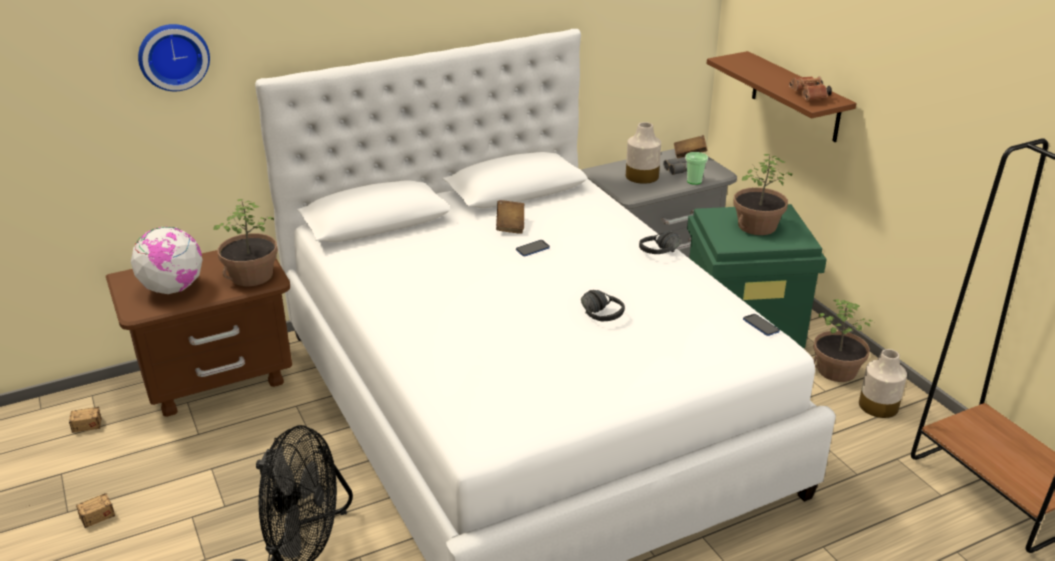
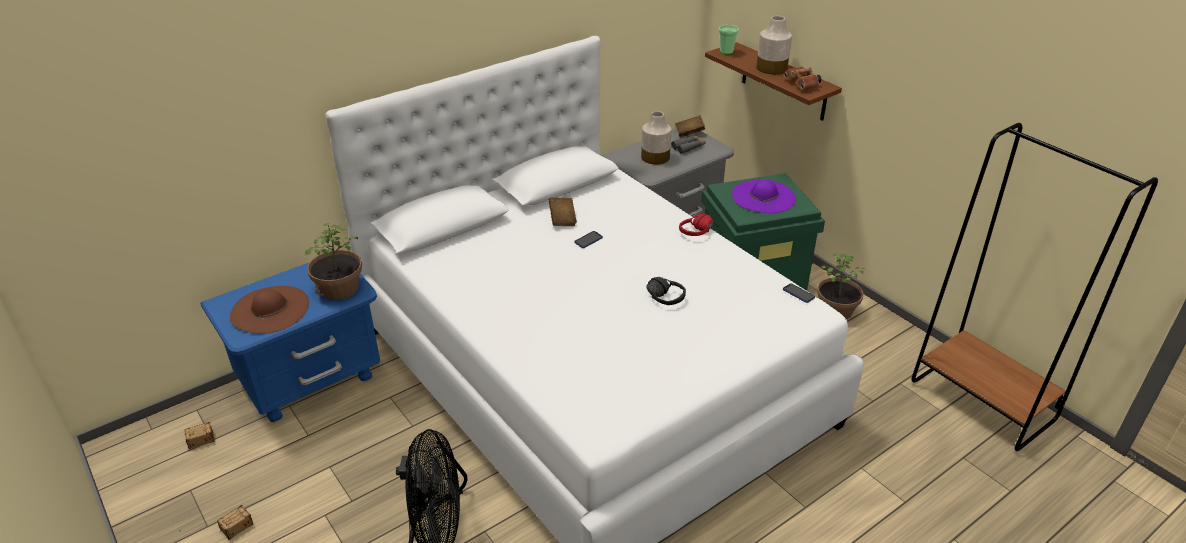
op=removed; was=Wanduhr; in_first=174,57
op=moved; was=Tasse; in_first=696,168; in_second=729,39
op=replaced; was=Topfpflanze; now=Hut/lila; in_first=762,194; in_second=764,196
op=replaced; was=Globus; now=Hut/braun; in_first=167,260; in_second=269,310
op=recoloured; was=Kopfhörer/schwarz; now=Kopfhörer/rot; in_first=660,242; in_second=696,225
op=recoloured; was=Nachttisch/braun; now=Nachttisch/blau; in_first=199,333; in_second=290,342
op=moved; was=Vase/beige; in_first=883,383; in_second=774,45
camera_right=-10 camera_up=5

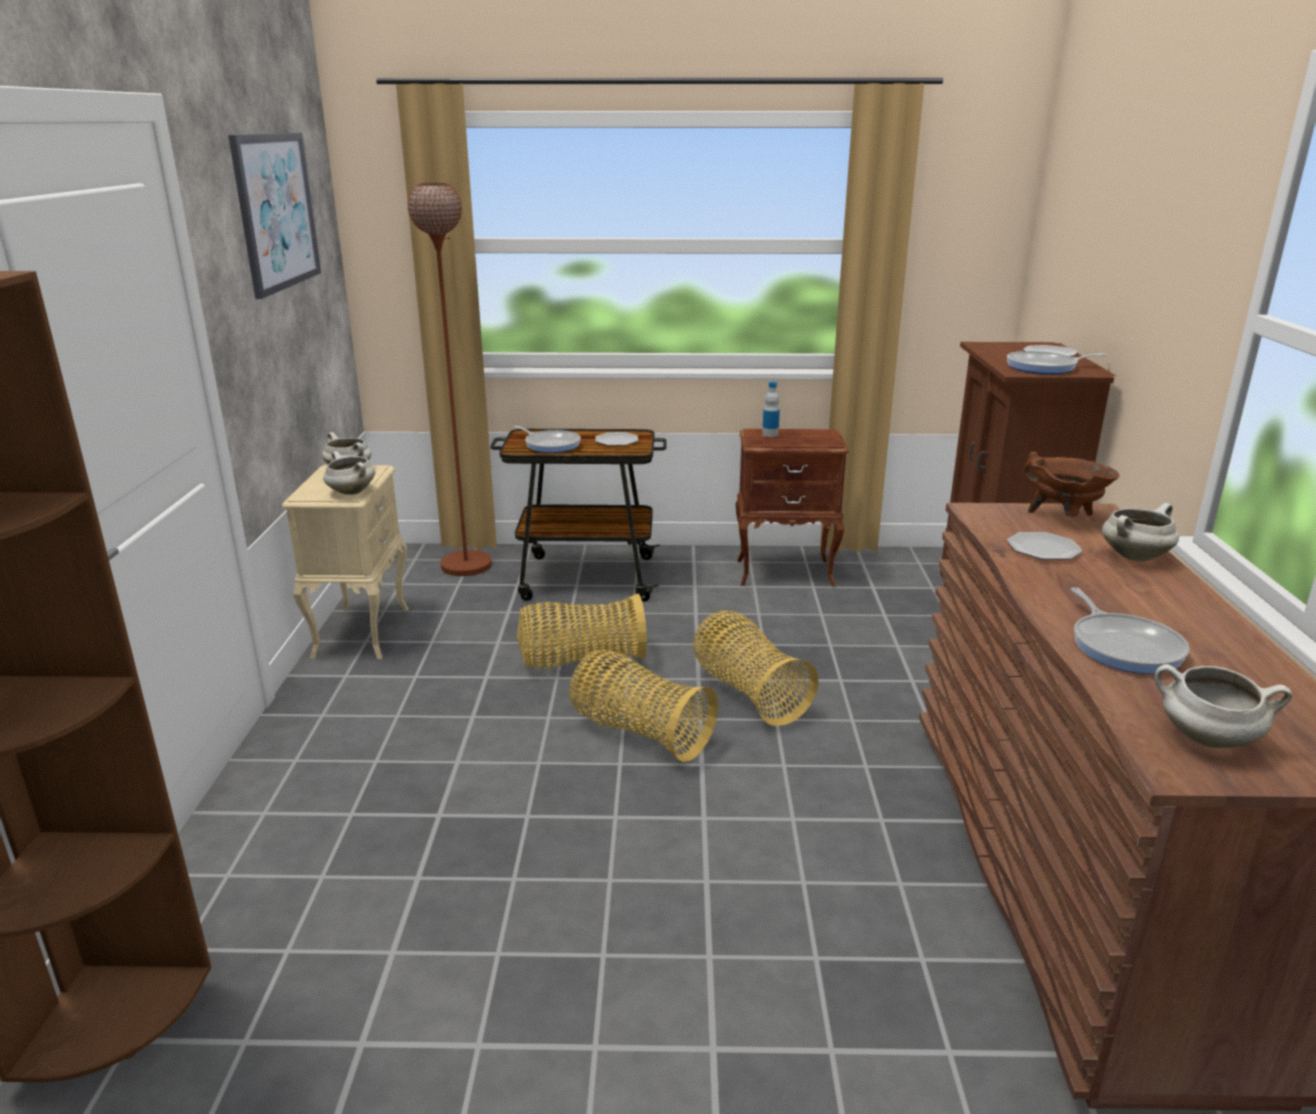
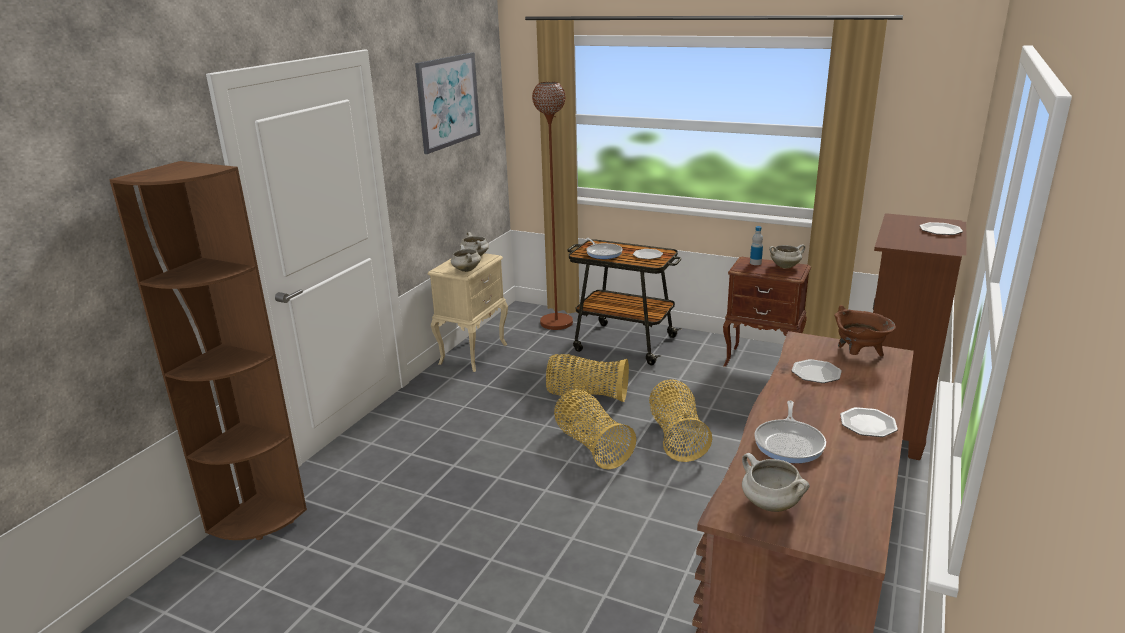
op=removed; was=Pfanne; in_first=1057,362
op=moved; was=Kochtopf/weiß; in_first=1140,532; in_second=787,256
op=added; now=Teller; in_second=869,422
camera_right=25 camera_up=0

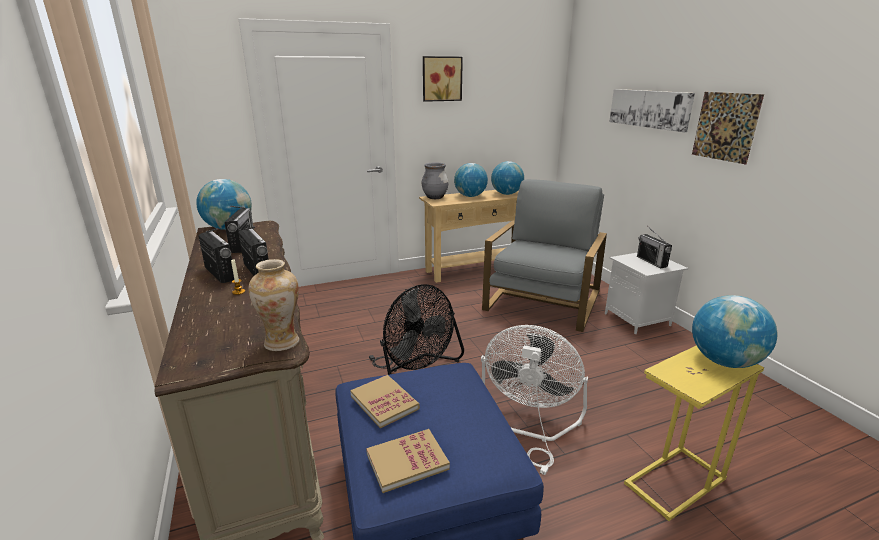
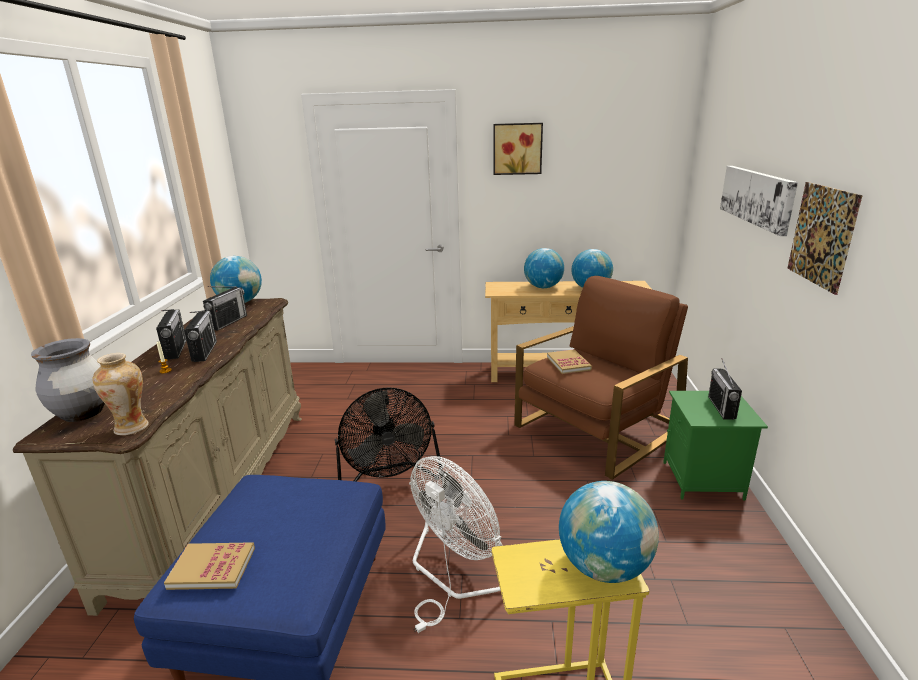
op=moved; was=Vase/grau; in_first=435,180; in_second=68,380
op=recoloured; was=Sessel/grau; now=Sessel/braun; in_first=544,255; in_second=601,378
op=recoloured; was=Nachttisch/grau; now=Nachttisch/grün; in_first=646,293; in_second=715,446
op=moved; was=Buch; in_first=385,401; in_second=569,361
camera_right=25 camera_up=0

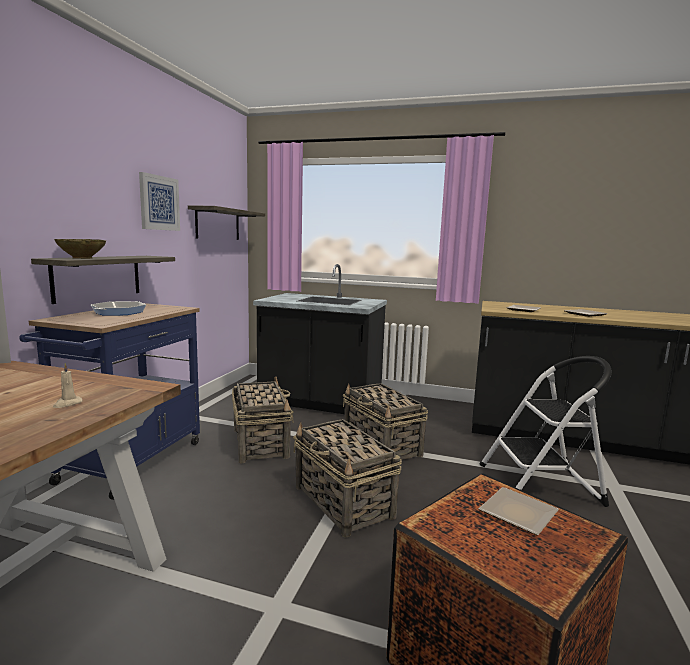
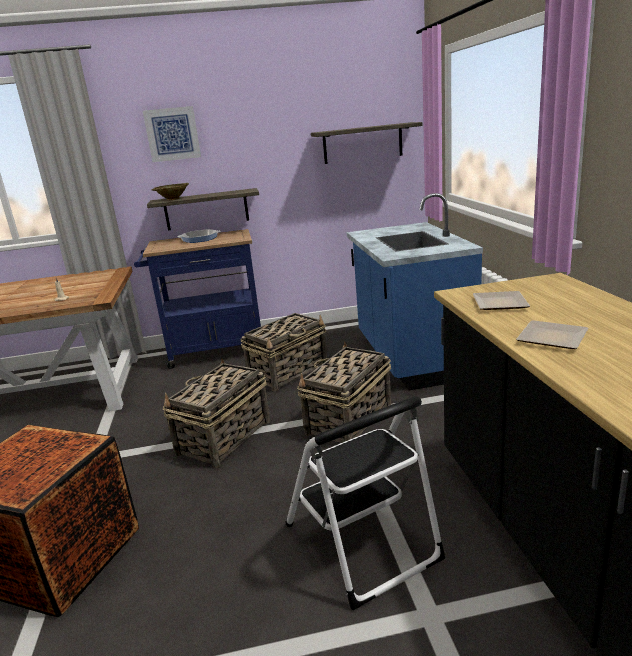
op=moved; was=Bild; in_first=159,201; in_second=172,134
op=recoloured; was=Küchenzeile/schwarz; now=Küchenzeile/blau; in_first=320,339; in_second=415,292
op=removed; was=Teller; in_first=518,511
camera_right=65 camera_up=10

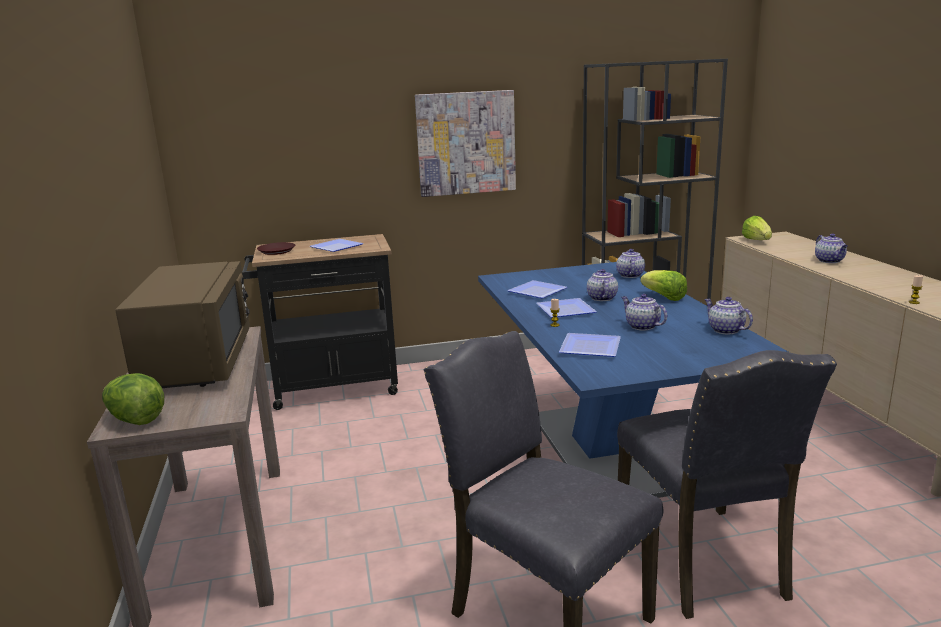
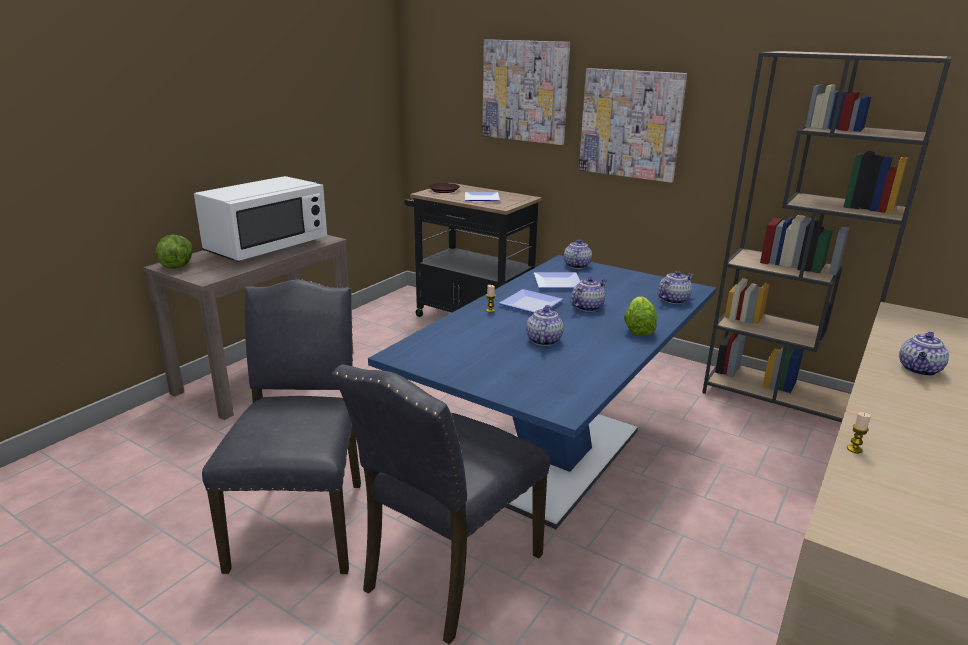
op=removed; was=Salatkopf; in_first=757,228
op=recoloured; was=Mikrowelle/braun; now=Mikrowelle/weiß; in_first=182,324; in_second=260,219
op=moved; was=Teekanne; in_first=728,315; in_second=578,254
op=removed; was=Teller; in_first=590,345
op=added; now=Bild; in_second=526,92
camera_right=45 camera_up=5

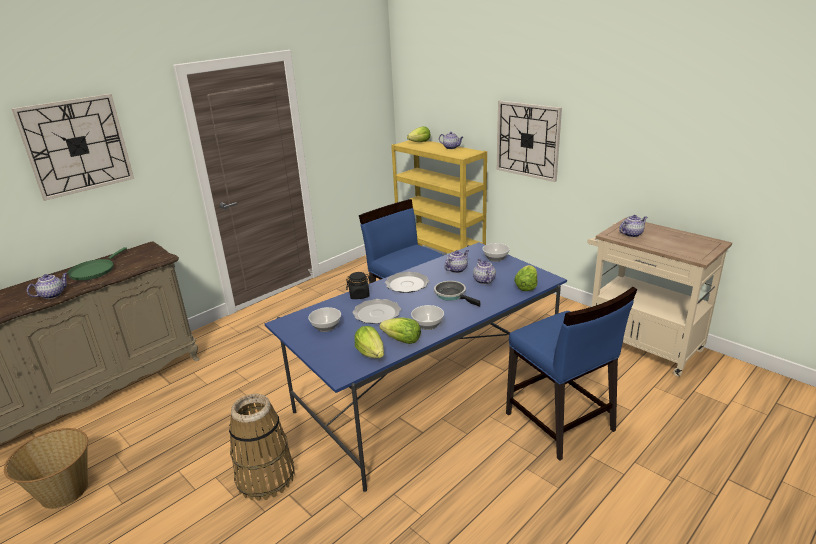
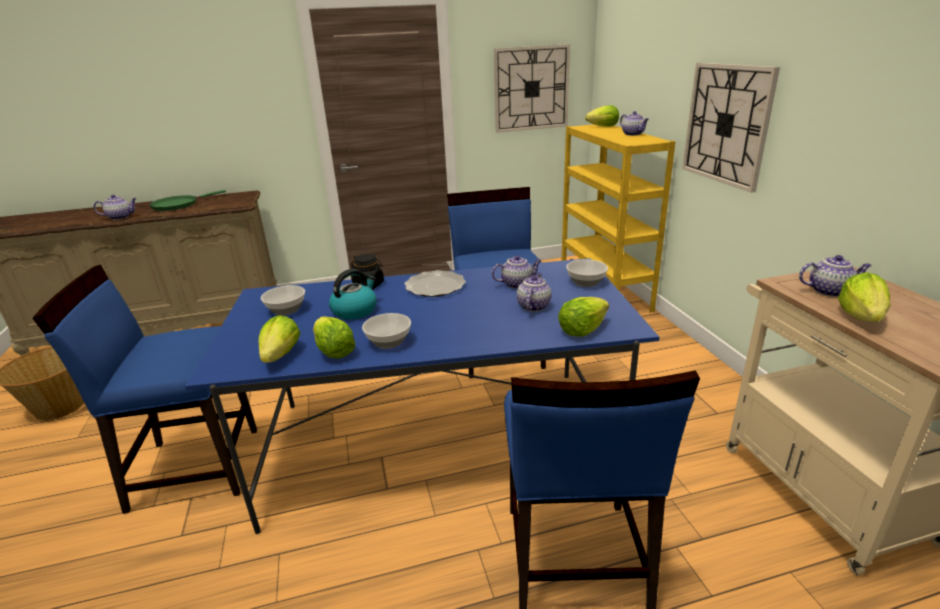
op=moved; was=Wanduhr; in_first=73,147; in_second=532,88
op=removed; was=Pfanne; in_first=457,294
op=replaced; was=Teller; now=Wasserkessel; in_first=376,311; in_second=353,294
op=replaced; was=Korb; now=Stuhl/blau; in_first=262,447; in_second=145,389
op=added; now=Salatkopf; in_second=864,297
camera_right=30 camera_up=0

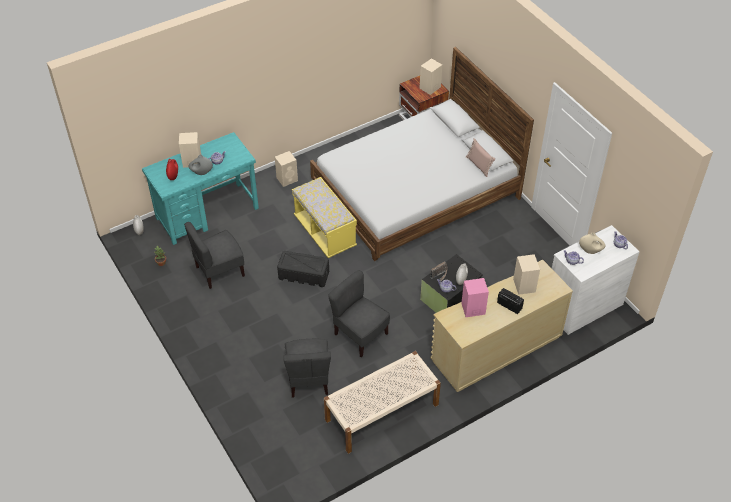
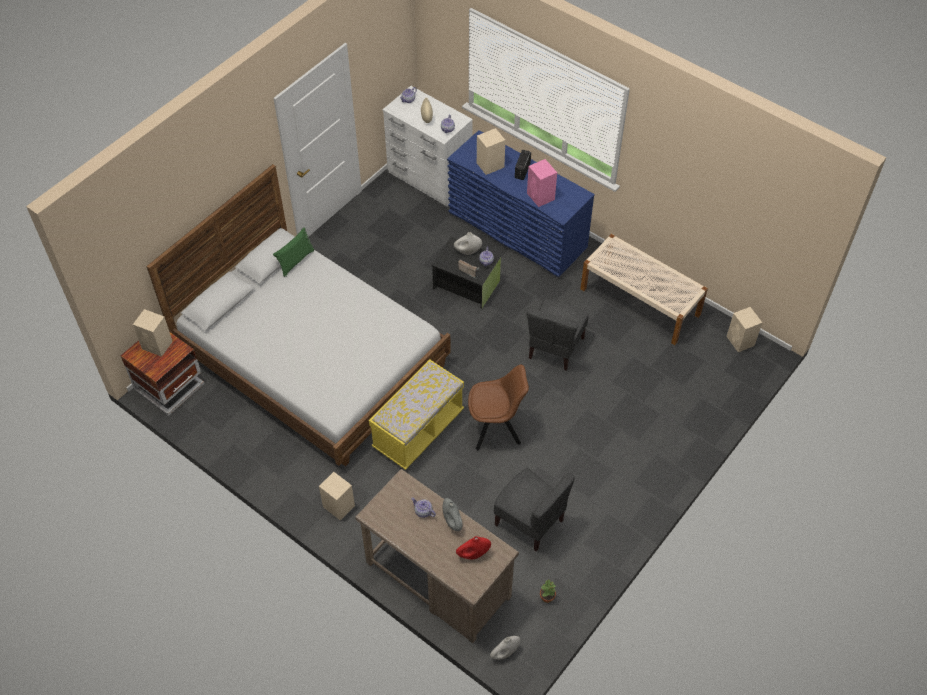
op=recoloured; was=Schreibtisch/türkis; now=Schreibtisch/braun; in_first=200,188; in_second=437,556
op=moved; was=Lautsprecher/beige; in_first=190,150; in_second=744,329
op=recoloured; was=Kissen/beige; now=Kissen/grün; in_first=480,157; in_second=293,252
op=replaced; was=Aufbewahrungsbox/schwarz; now=Stuhl/braun; in_first=303,269; in_second=498,407
op=recoloured; was=Kommode/beige; now=Kommode/blau; in_first=501,326; in_second=521,203
op=removed; was=Stuhl/grau; in_first=307,368
camera_right=-110 camera_up=5

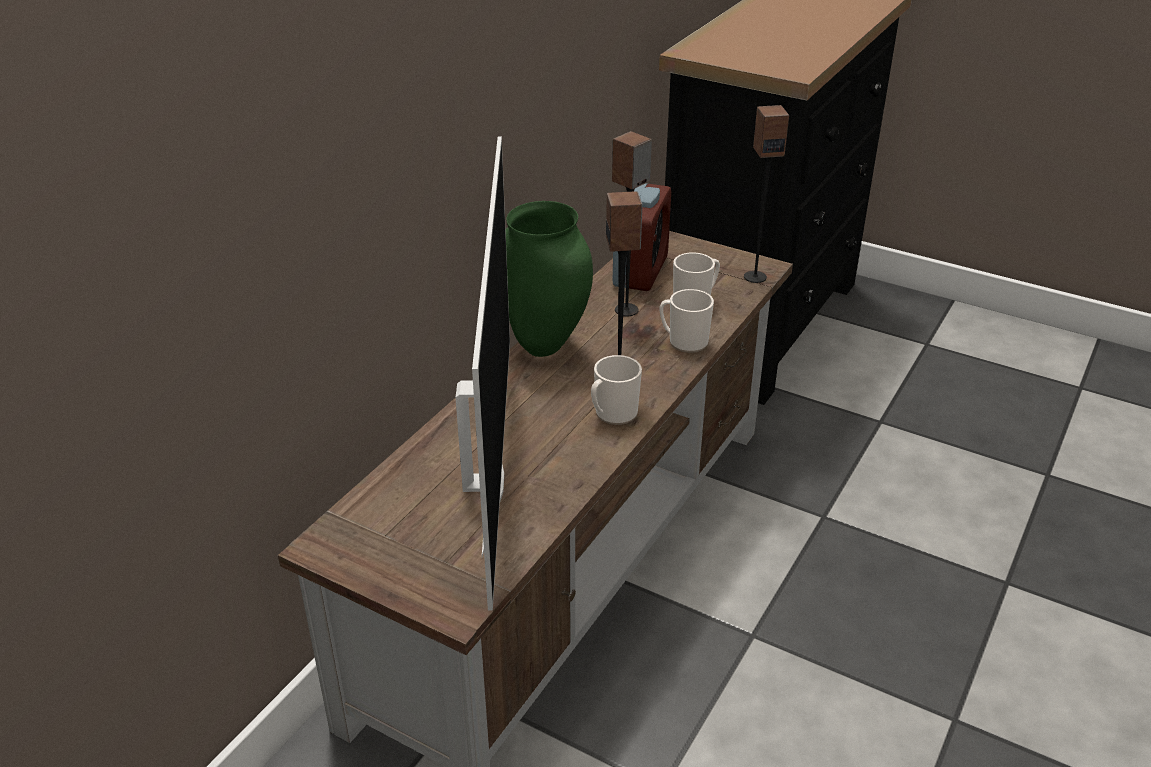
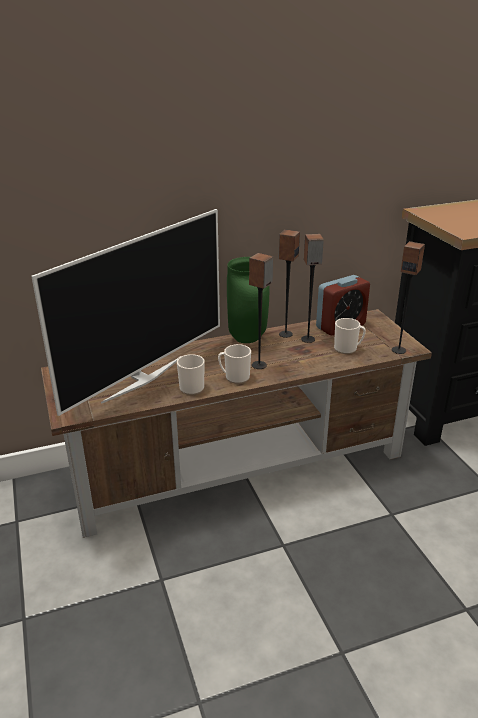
op=moved; was=Henkelbecher; in_first=687,321; in_second=191,374
op=added; now=Lautsprecher; in_second=289,283
camera_right=40 camera_up=-5

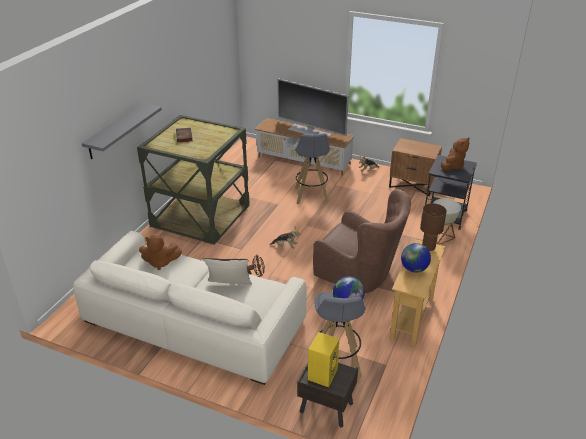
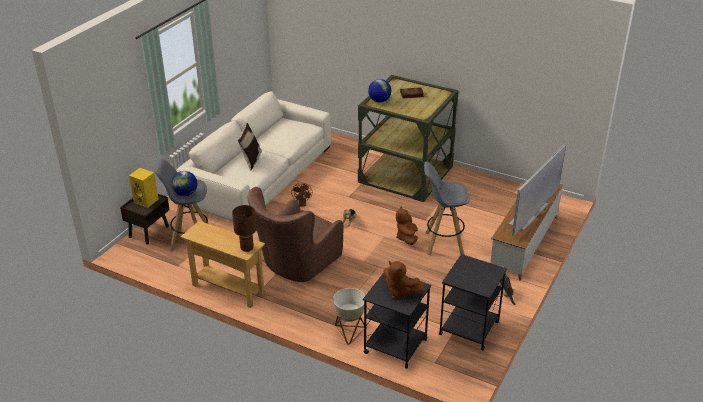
op=removed; was=Wandregal/grau; in_first=122,131
op=replaced; was=Nachttisch/braun; now=Rollwagen/schwarz; in_first=415,167; in_second=473,302
op=moved; was=Plüschtier/braun; in_first=160,252; in_second=407,225
op=moved; was=Globus; in_first=416,258; in_second=379,91
camera_right=95 camera_up=0

